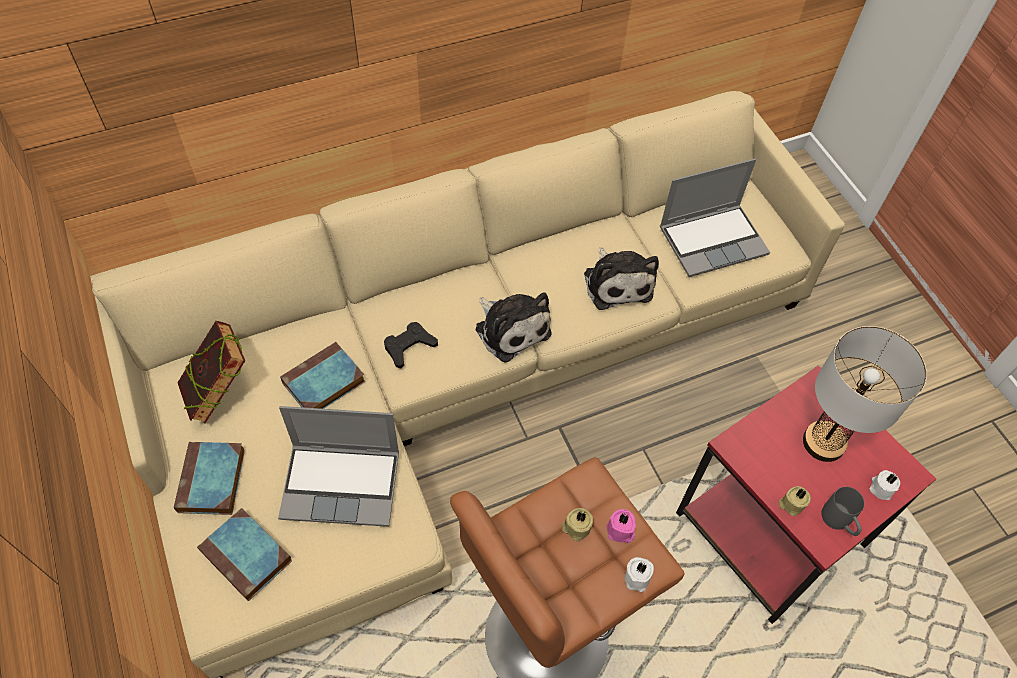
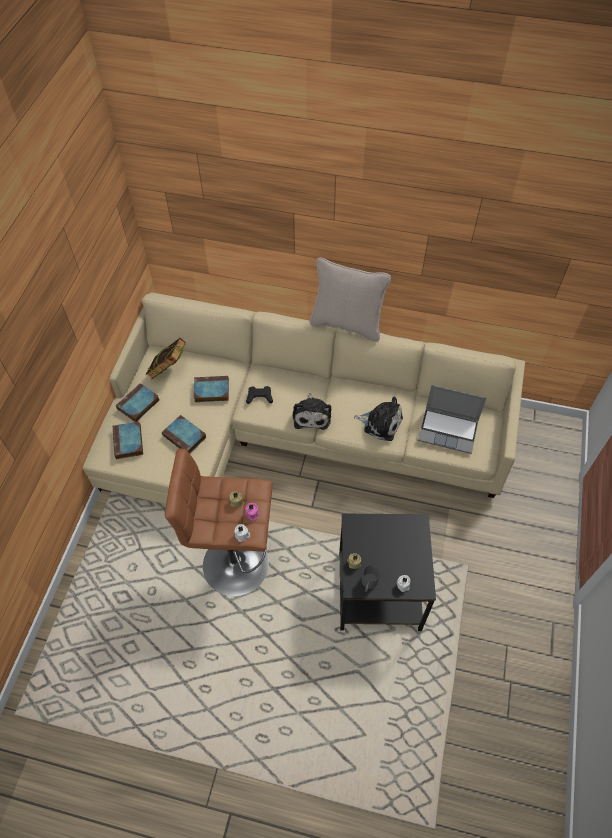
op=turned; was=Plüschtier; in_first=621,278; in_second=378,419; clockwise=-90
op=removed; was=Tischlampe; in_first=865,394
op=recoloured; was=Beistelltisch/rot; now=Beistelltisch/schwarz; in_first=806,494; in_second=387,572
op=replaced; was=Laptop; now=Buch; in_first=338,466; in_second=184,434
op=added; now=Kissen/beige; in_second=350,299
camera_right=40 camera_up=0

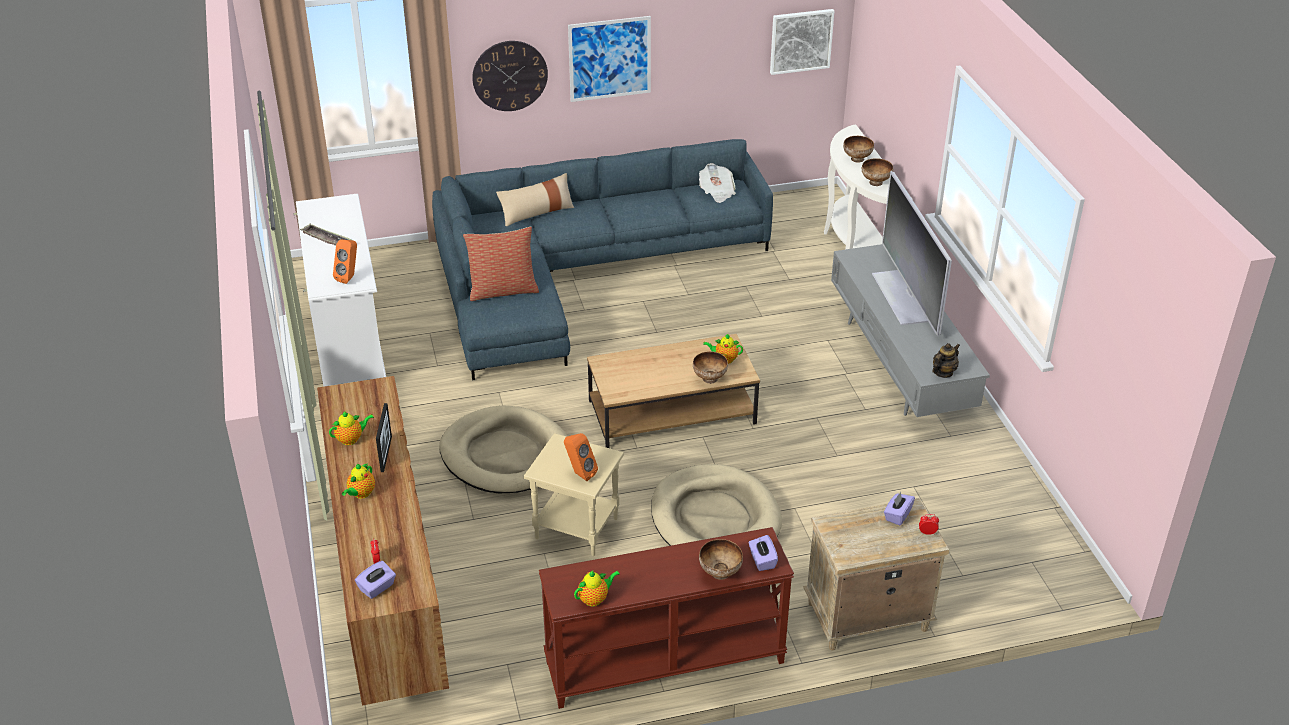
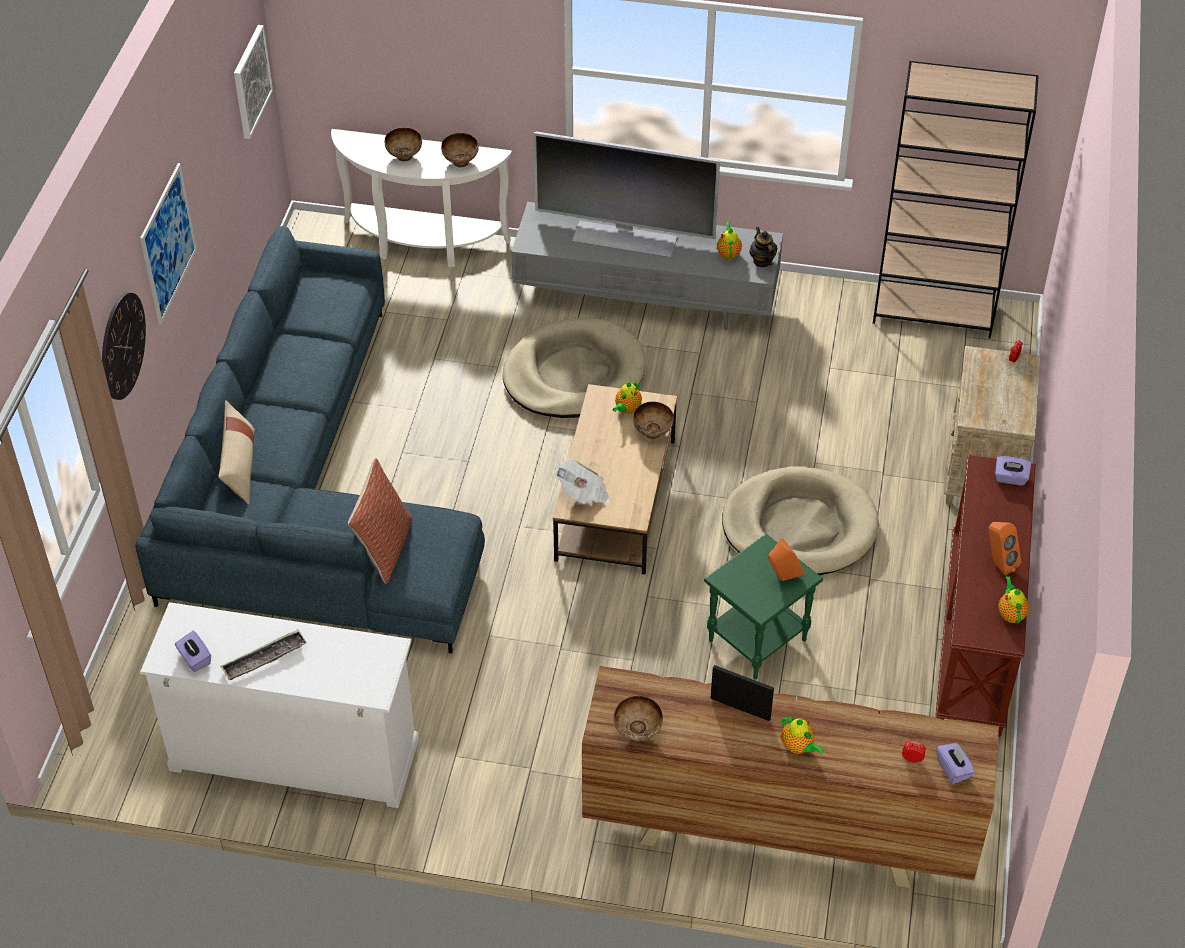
op=moved; was=Zeitung; in_first=717,183; in_second=582,482
op=moved; was=Lautsprecher/orange; in_first=345,261; in_second=1004,549
op=moved; was=Hundebett/beige; in_first=503,449; in_second=574,368
op=moved; was=Teekanne; in_first=351,428; in_second=729,241
op=recoloured; was=Beistelltisch/beige; now=Beistelltisch/grün; in_first=574,494; in_second=763,606
op=moved; was=Taschentuchbox/lila; in_first=899,509; in_second=193,651
op=moved; was=Schüssel; in_first=721,559; in_second=638,718
op=added; now=Bücherregal/beige; in_second=956,200
camera_right=-65 camera_up=10

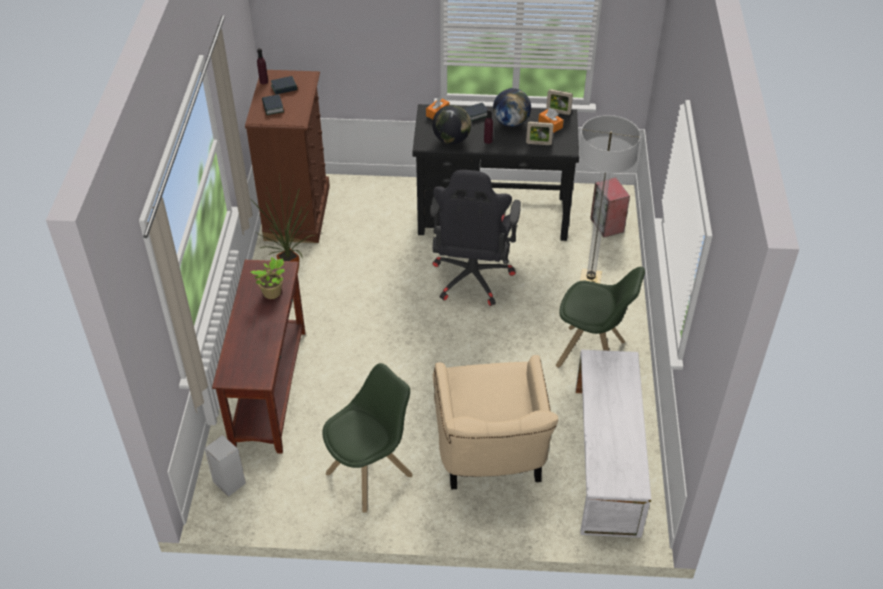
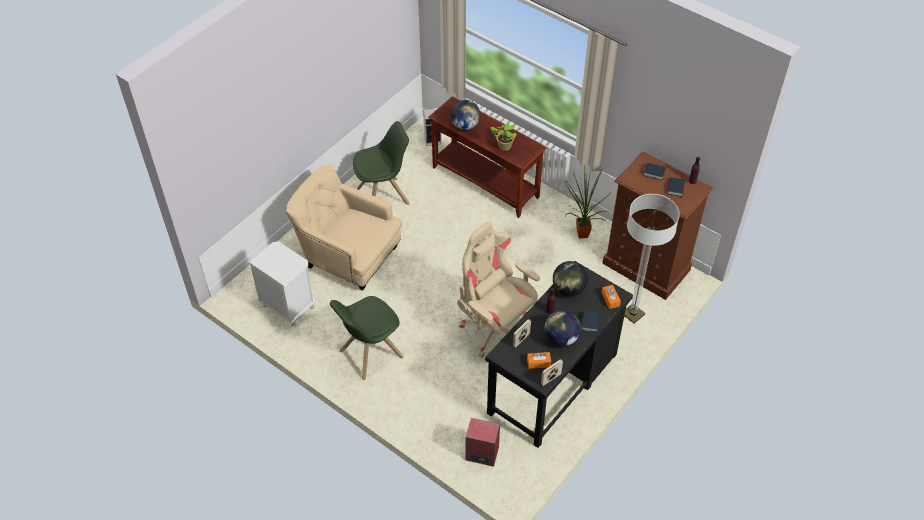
op=moved; was=Stehlampe; in_first=610,199; in_second=652,258
op=recoloured; was=Bürostuhl/schwarz; now=Bürostuhl/beige; in_first=475,238; in_second=498,290
op=replaced; was=Bank/weiß; now=Nachttisch/weiß; in_first=613,444; in_second=282,284
op=turned; was=Stuhl/grün; in_first=367,438; in_second=381,163; clockwise=-105
op=added; now=Globus; in_second=465,115
camera_right=125 camera_up=5

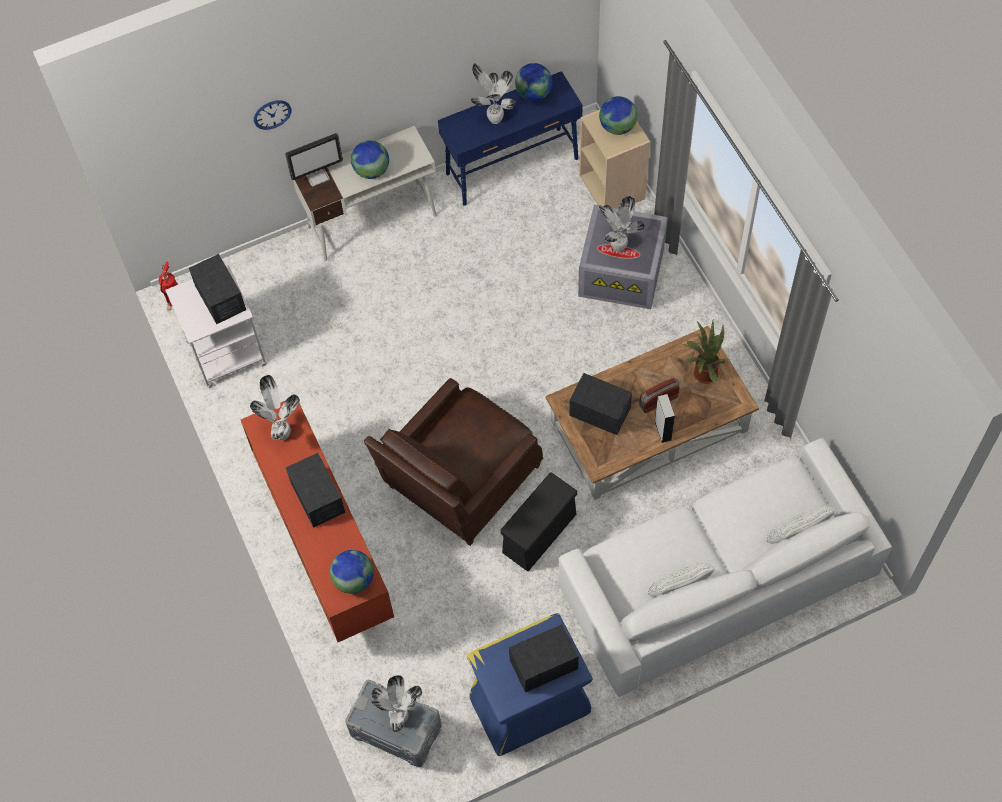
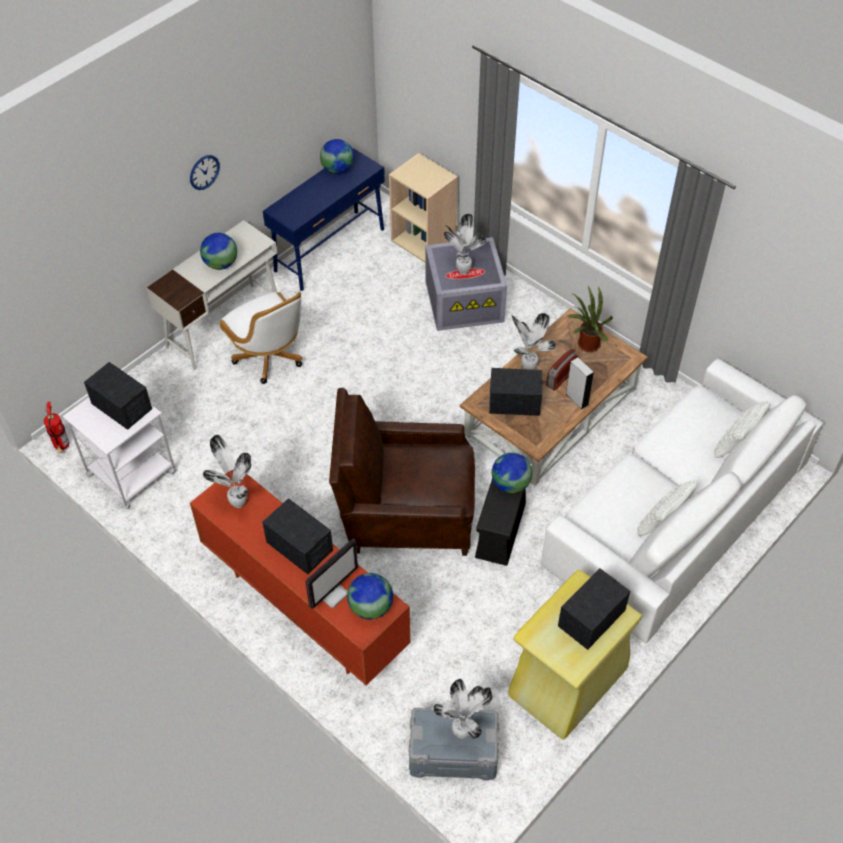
op=moved; was=Topfpflanze; in_first=493,93; in_second=534,341
op=moved; was=Globus; in_first=618,115; in_second=512,473
op=moved; was=Wanduhr; in_first=272,115; in_second=205,172
op=moved; was=Monitor; in_first=314,160; in_second=331,574
op=turned; was=Sessel/braun; in_first=453,462; in_second=402,472; clockwise=75
op=recoloured; was=Nachttisch/blau; now=Nachttisch/gelb; in_first=530,684; in_second=575,654
op=added; now=Bürostuhl/weiß; in_second=261,338
camera_right=-25 camera_up=-10

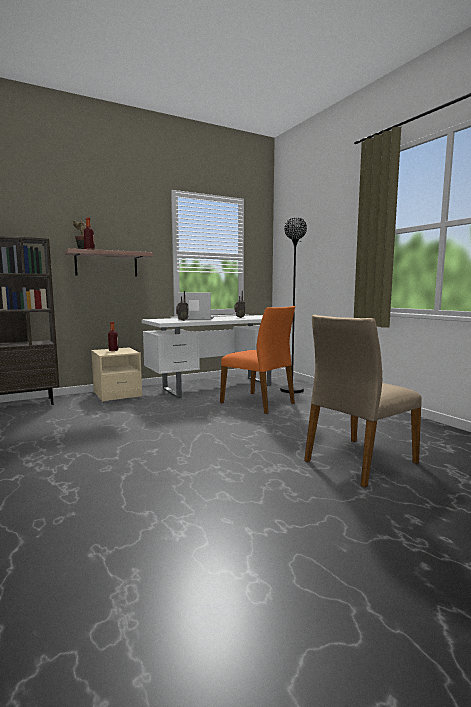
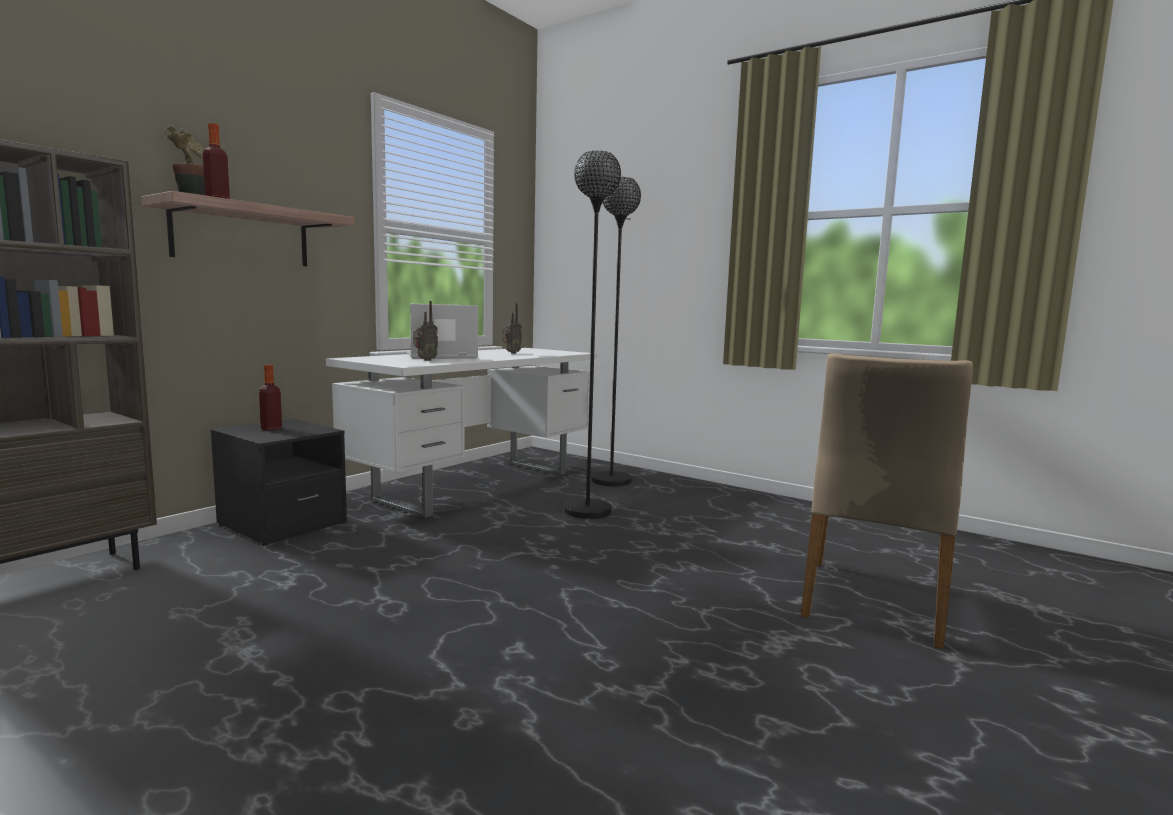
op=replaced; was=Stuhl/orange; now=Stehlampe/schwarz; in_first=257,360; in_second=592,335
op=recoloured; was=Nachttisch/beige; now=Nachttisch/schwarz; in_first=116,374; in_second=279,482
camera_right=-25 camera_up=0

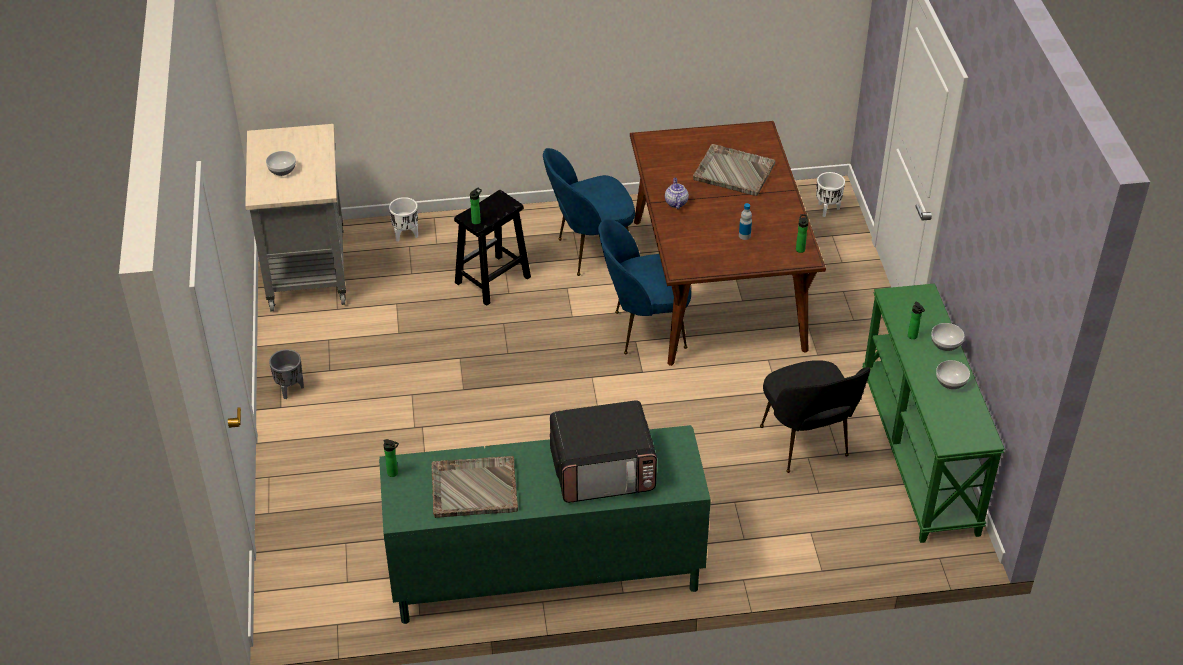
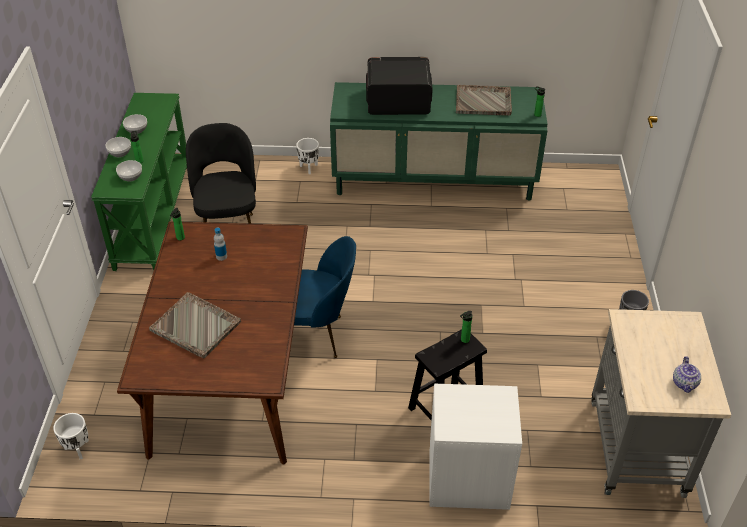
op=removed; was=Stuhl/blau; in_first=589,212
op=moved; was=Schüssel; in_first=281,163; in_second=129,171
op=moved; was=Teekanne; in_first=677,193; in_second=687,374
op=moved; was=Pflanzkübel/weiß; in_first=403,219; in_second=307,156
op=added; now=Nachttisch/weiß; in_second=475,447
camera_right=-170 camera_up=0

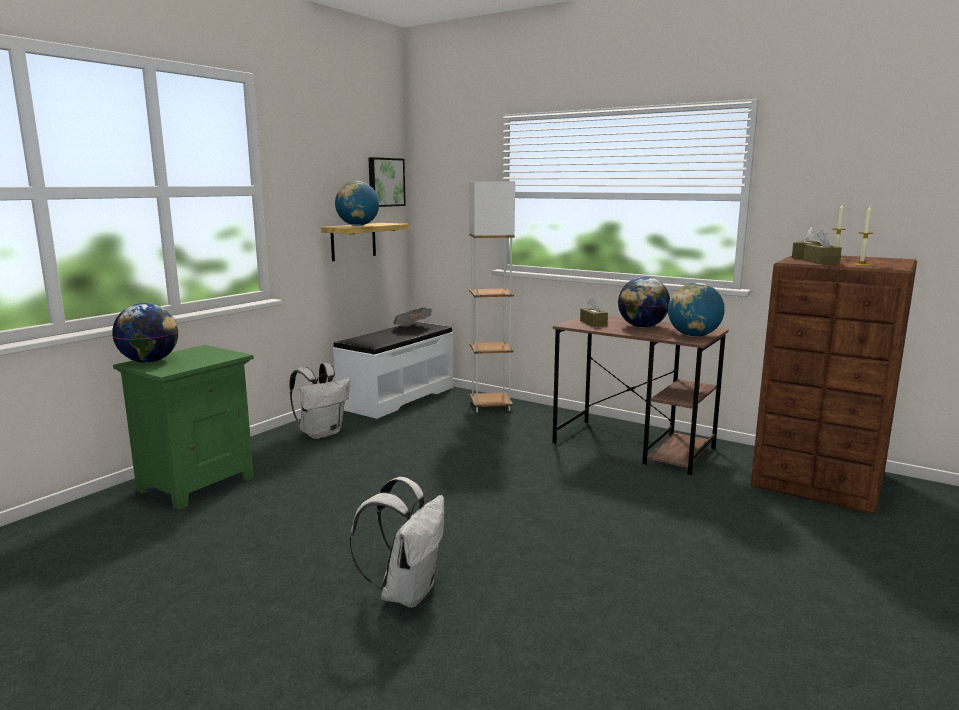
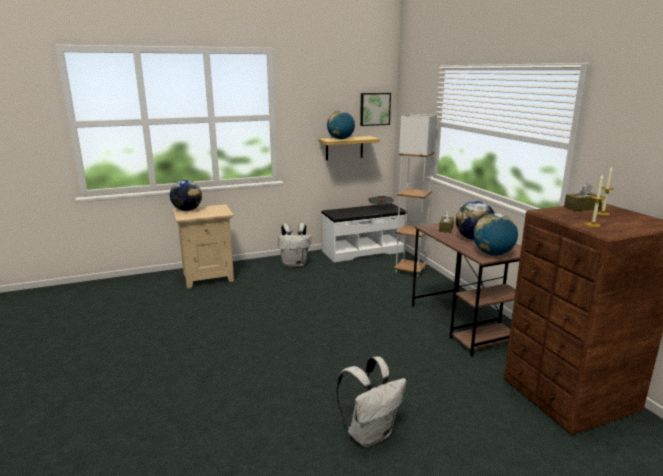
op=removed; was=Taschentuchbox/braun; in_first=822,247
op=recoloured; was=Nachttisch/grün; now=Nachttisch/beige; in_first=183,427; in_second=203,246
op=moved; was=Rucksack/weiß; in_first=397,542; in_second=371,401
camera_right=35 camera_up=5

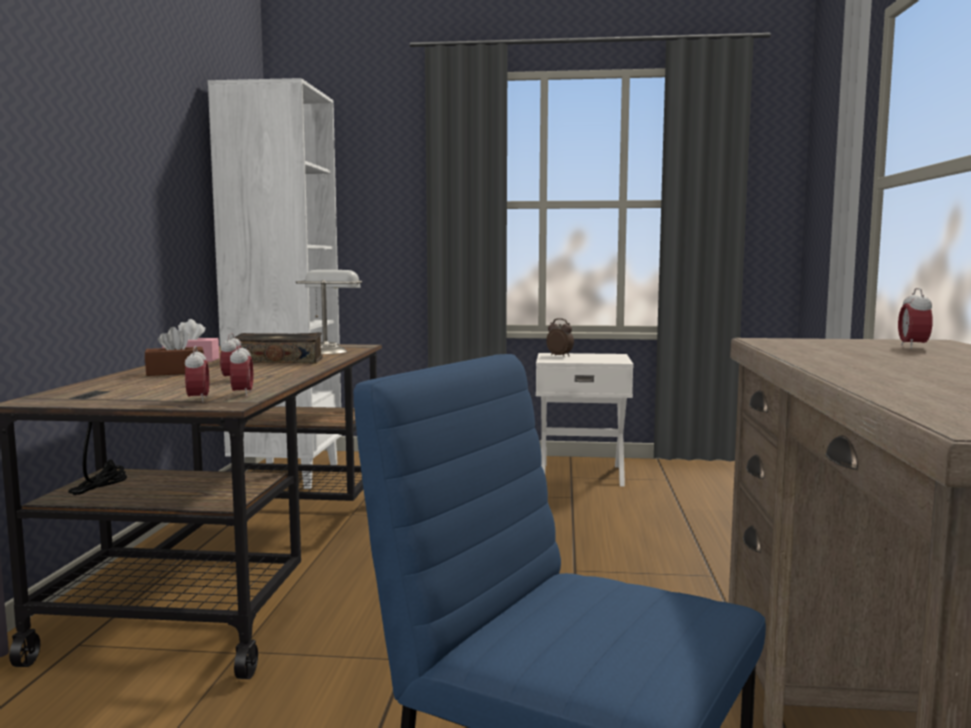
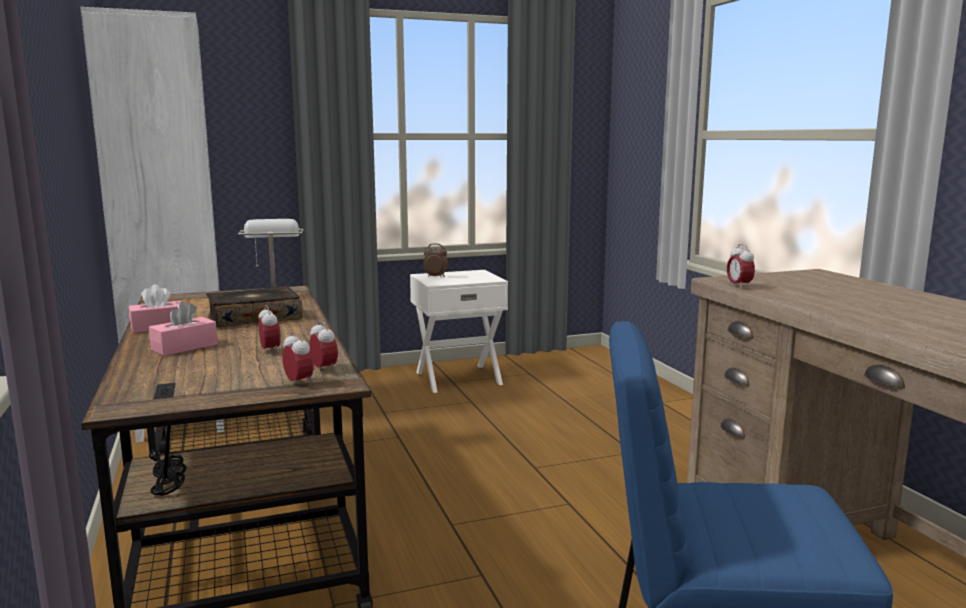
op=moved; was=Wecker; in_first=915,318; in_second=741,266
op=recoloured; was=Taschentuchbox/braun; now=Taschentuchbox/rosa; in_first=174,351; in_second=183,328
camera_right=-25 camera_up=5

